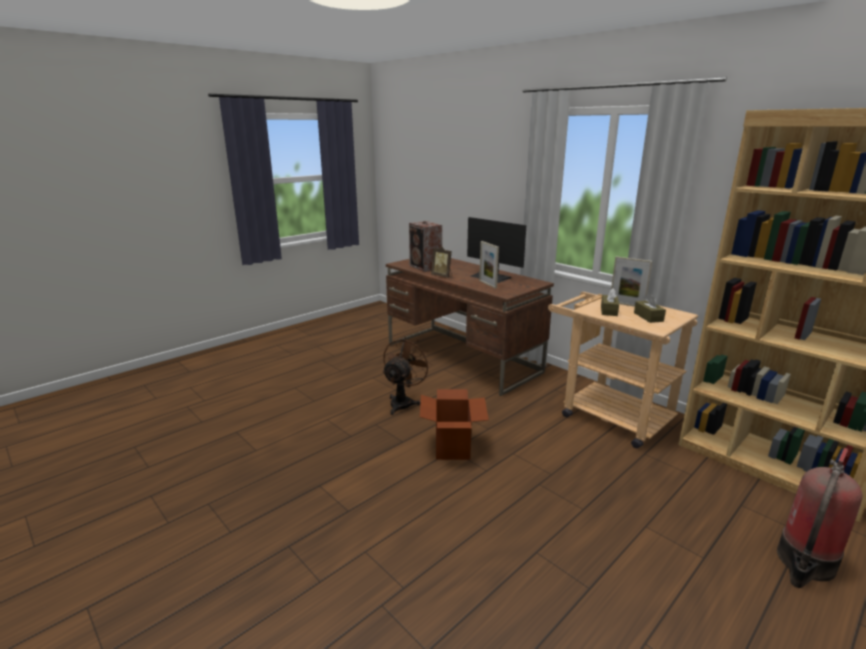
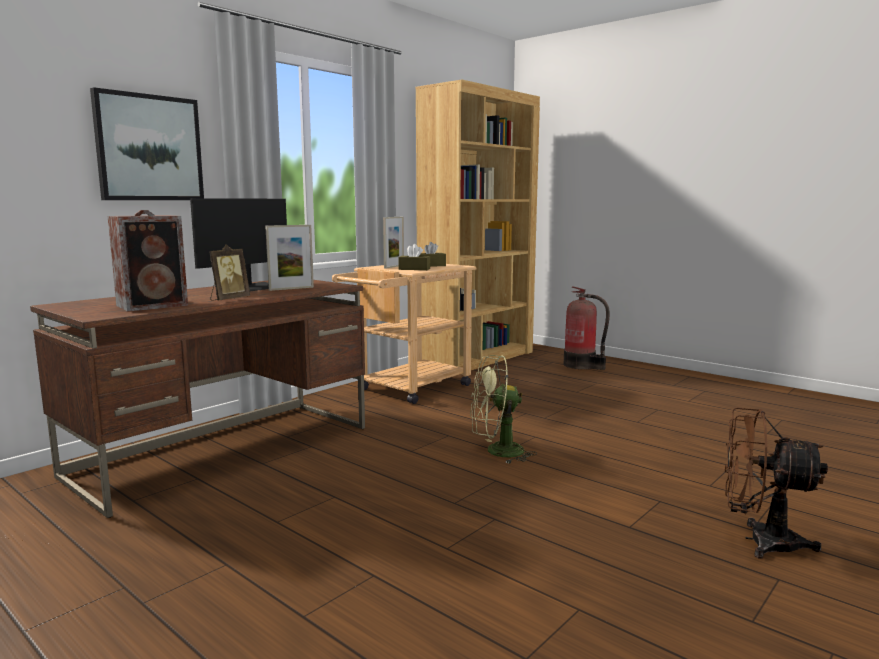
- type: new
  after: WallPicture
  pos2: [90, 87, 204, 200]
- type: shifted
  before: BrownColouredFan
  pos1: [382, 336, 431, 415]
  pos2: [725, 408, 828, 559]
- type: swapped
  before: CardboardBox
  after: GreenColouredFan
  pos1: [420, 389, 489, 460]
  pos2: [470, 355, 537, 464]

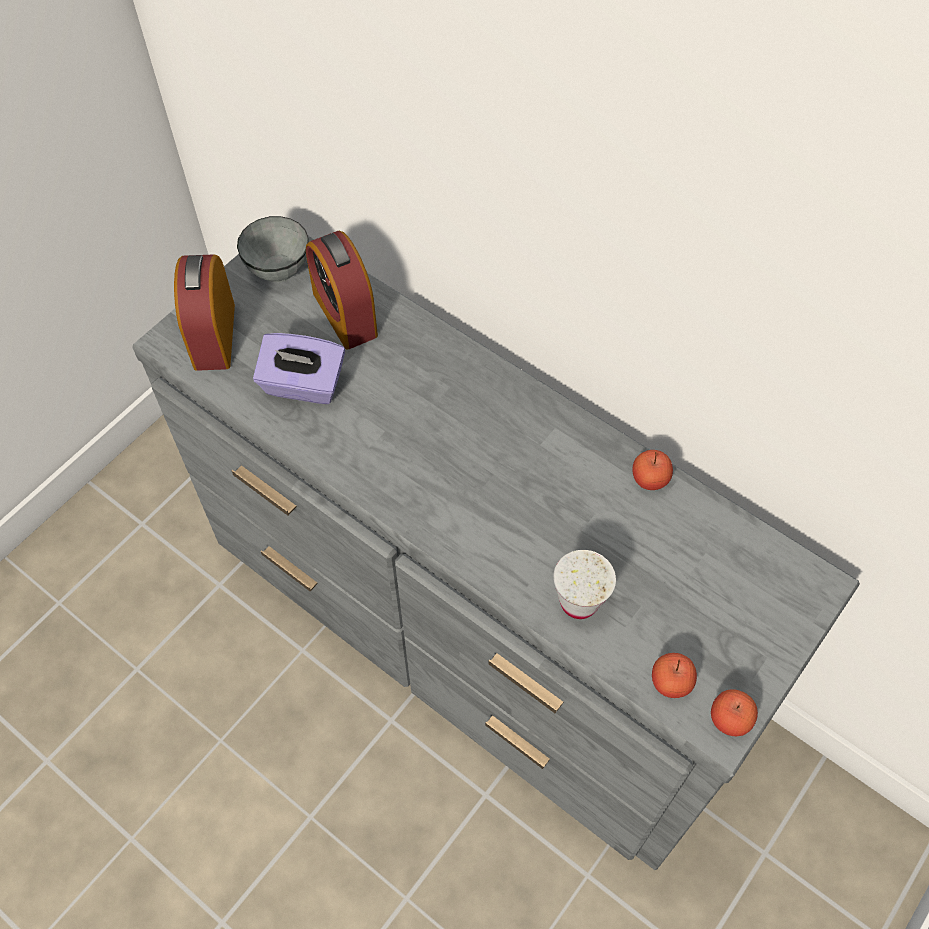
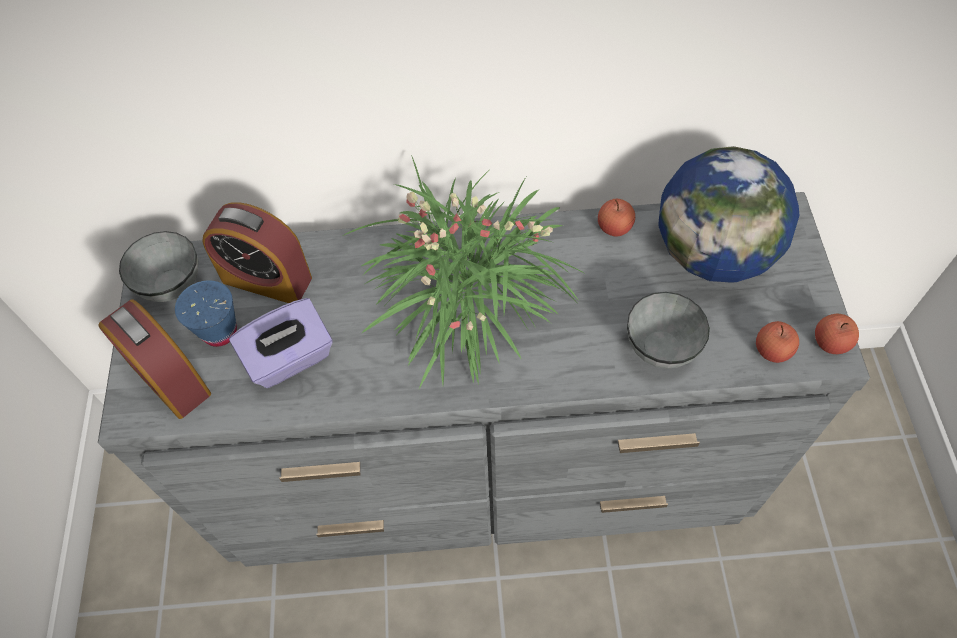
- type: new
  after: BlueCup
  pos2: [175, 280, 237, 347]
- type: new
  after: PottedPlant
  pos2: [343, 155, 584, 389]
- type: new
  after: Globe
  pos2: [658, 146, 800, 283]
- type: swapped
  before: WhitishCup
  after: GreyDeepDish
  pos1: [553, 550, 616, 619]
  pos2: [627, 292, 710, 369]

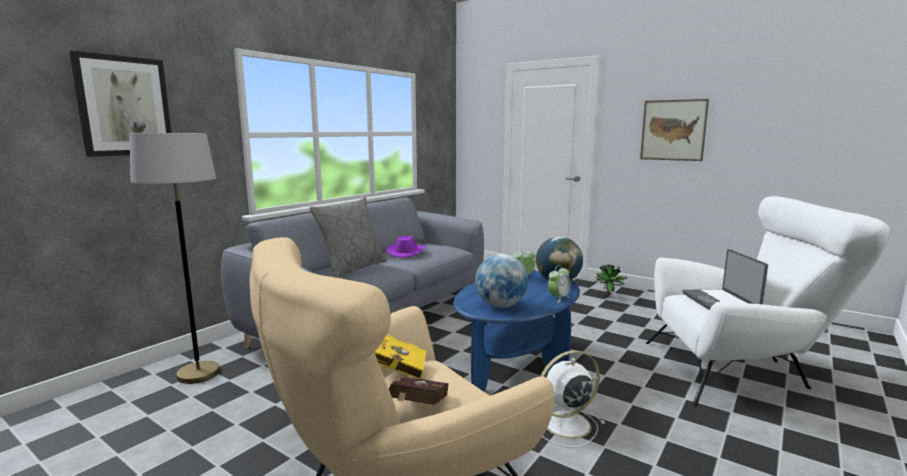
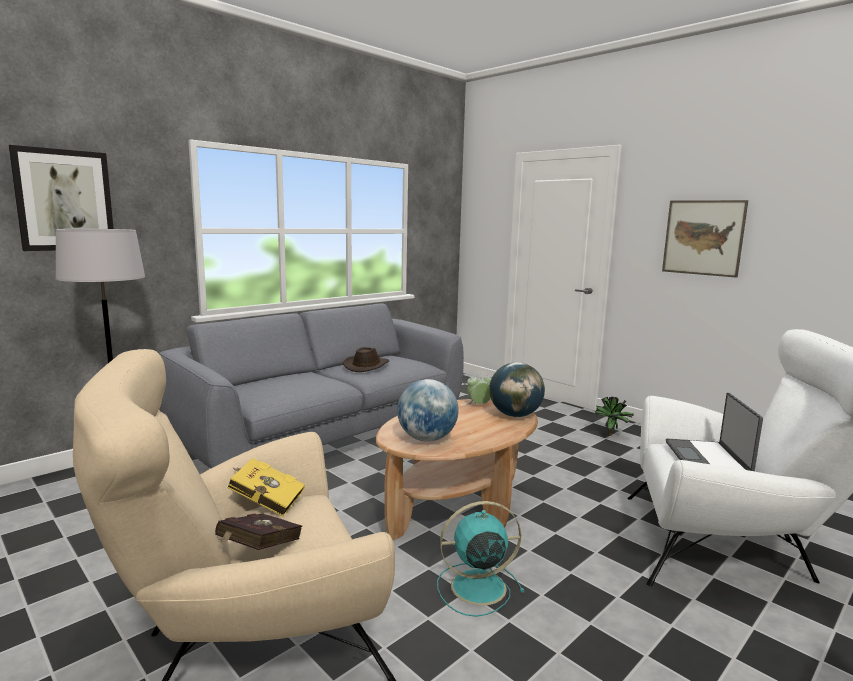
- type: gone
  before: GreyPillow
  pos1: [309, 197, 387, 278]
- type: gone
  before: BedsideClock
  pos1: [548, 265, 570, 303]
- type: repainted
  before: PurpleClothingHat
  after: BrownColouredClothingHat
  pos1: [386, 236, 426, 258]
  pos2: [343, 347, 390, 372]
- type: repainted
  before: BlueLoungeTable
  after: BrownColouredLoungeTable
  pos1: [453, 271, 580, 391]
  pos2: [375, 399, 538, 541]
- type: repainted
  before: WhitishFan
  after: BlueGreenFan
  pos1: [540, 350, 606, 448]
  pos2: [437, 501, 524, 617]

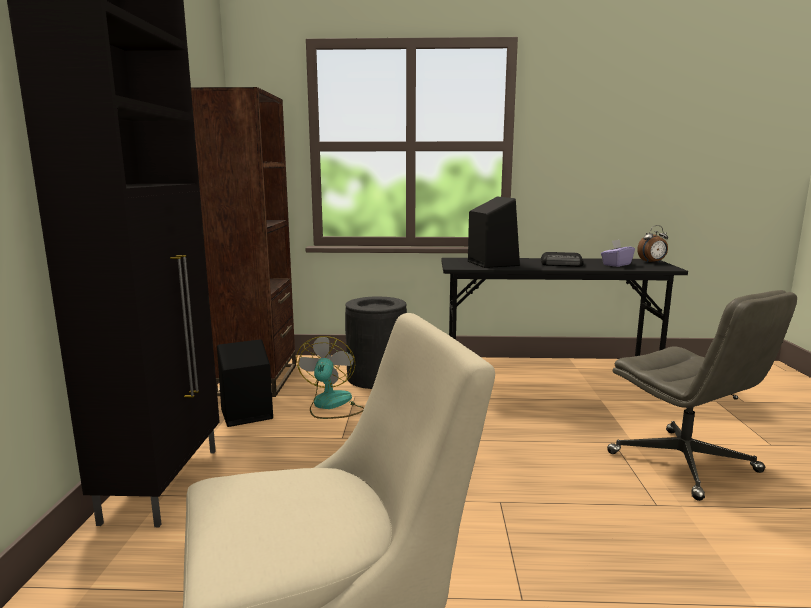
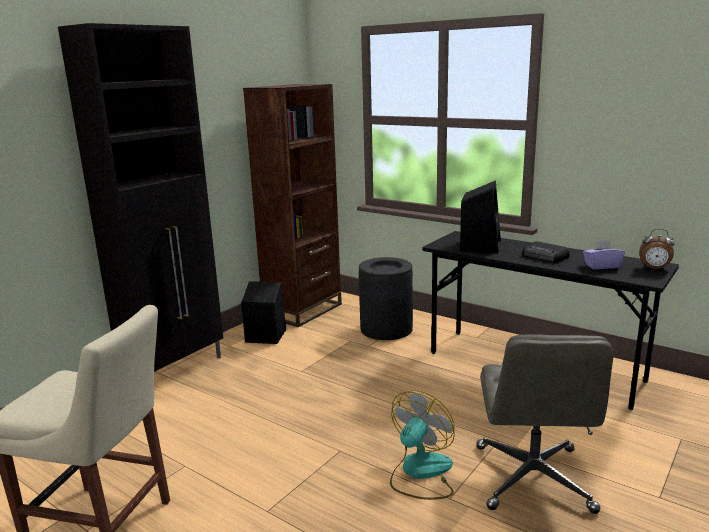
- type: shifted
  before: Fan
  pos1: [296, 336, 364, 419]
  pos2: [390, 390, 455, 500]

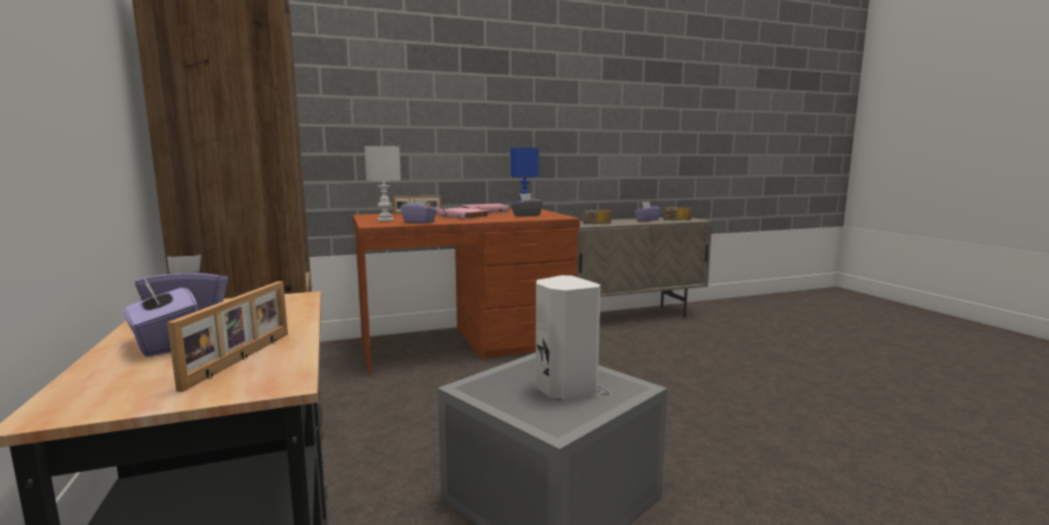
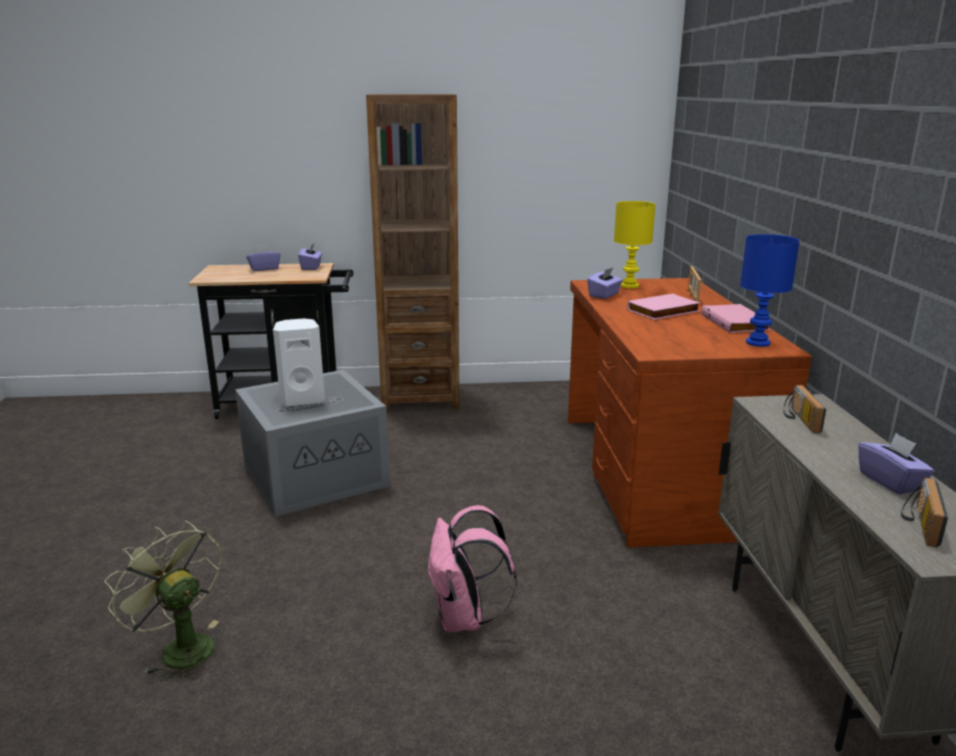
- type: gone
  before: StandingFrame
  pos1: [167, 281, 288, 392]
- type: gone
  before: GreyBoxOfTissues
  pos1: [511, 193, 543, 217]
- type: new
  after: GreenColouredFan
  pos2: [104, 521, 221, 681]
- type: new
  after: PinkishKnapsack
  pos2: [427, 505, 517, 632]
- type: repainted
  before: WhitishTableLamp
  after: YellowTableLamp
  pos1: [364, 146, 401, 221]
  pos2: [614, 201, 656, 288]

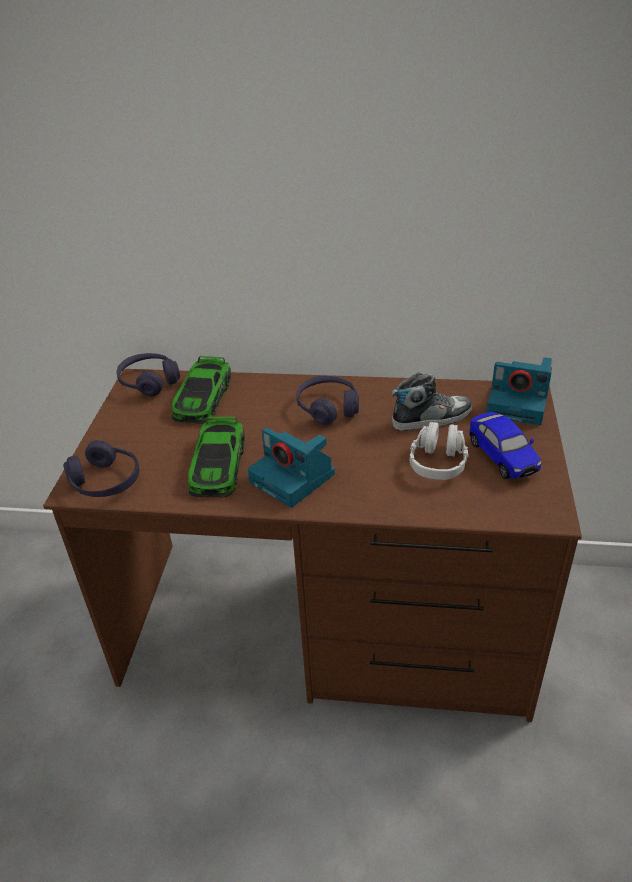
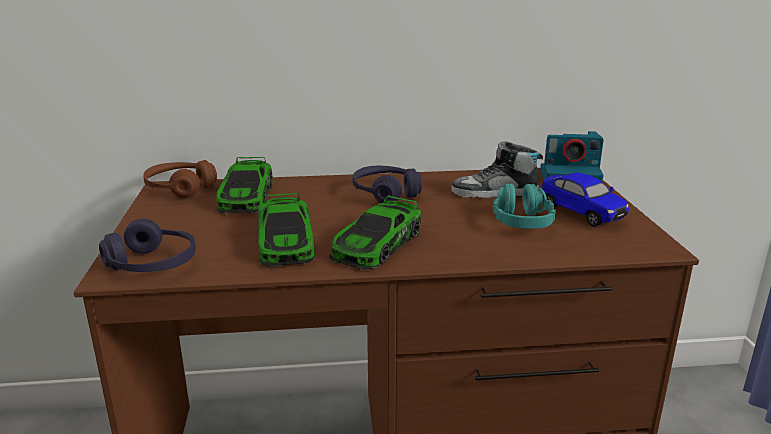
- type: swapped
  before: PhotoCamera
  after: ModelCar
  pos1: [248, 427, 335, 508]
  pos2: [329, 195, 422, 269]
- type: repainted
  before: PurpleHeadphones
  after: BrownColouredHeadphones
  pos1: [117, 353, 180, 396]
  pos2: [143, 160, 217, 198]
- type: repainted
  before: GreyHeadphones
  after: BlueGreenHeadphones
  pos1: [410, 422, 469, 480]
  pos2: [492, 184, 556, 229]
- type: rotated
  before: ItemOfFootwear
  pos1: [391, 372, 472, 431]
  pos2: [451, 141, 543, 198]
  turn: -150

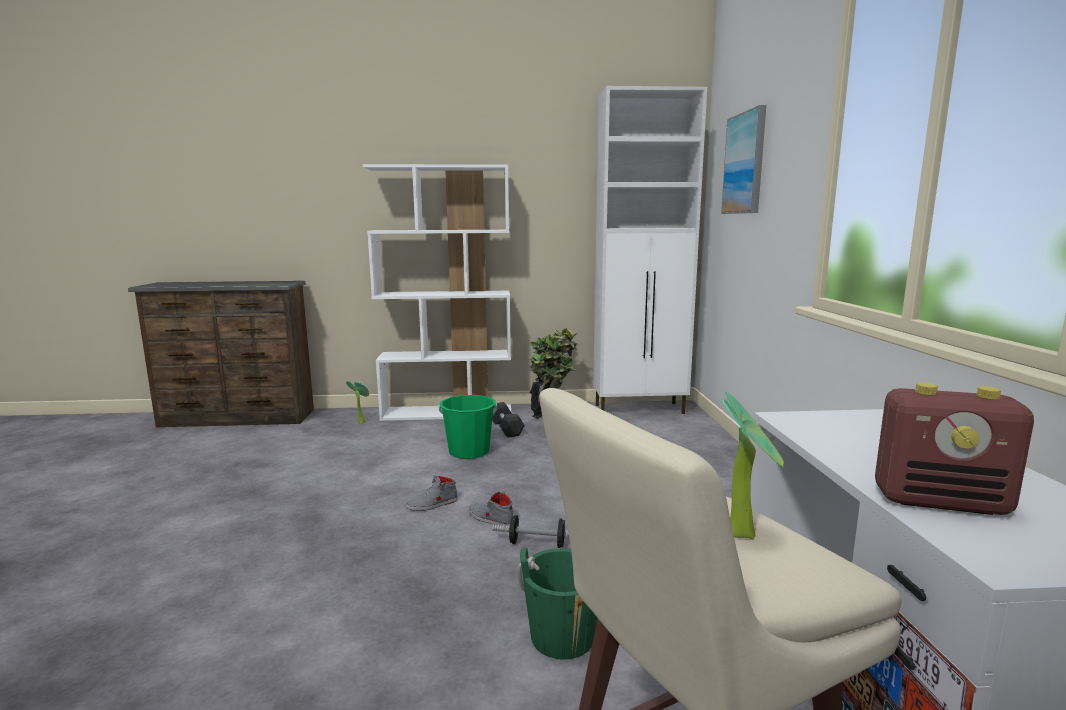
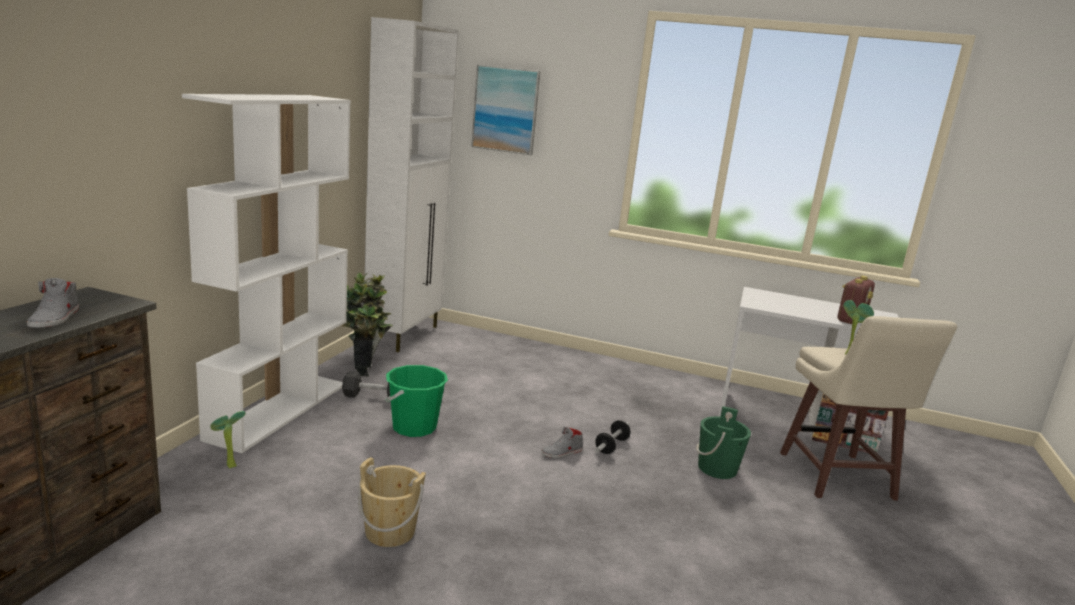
- type: new
  after: BeigeWaterBucket
  pos2: [358, 457, 426, 547]
- type: shifted
  before: GreyItemOfFootwear
  pos1: [406, 475, 458, 511]
  pos2: [27, 278, 79, 328]

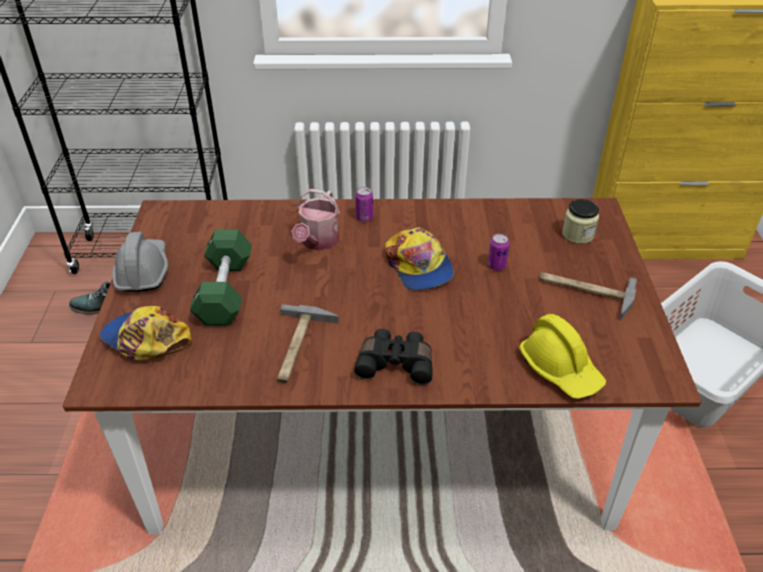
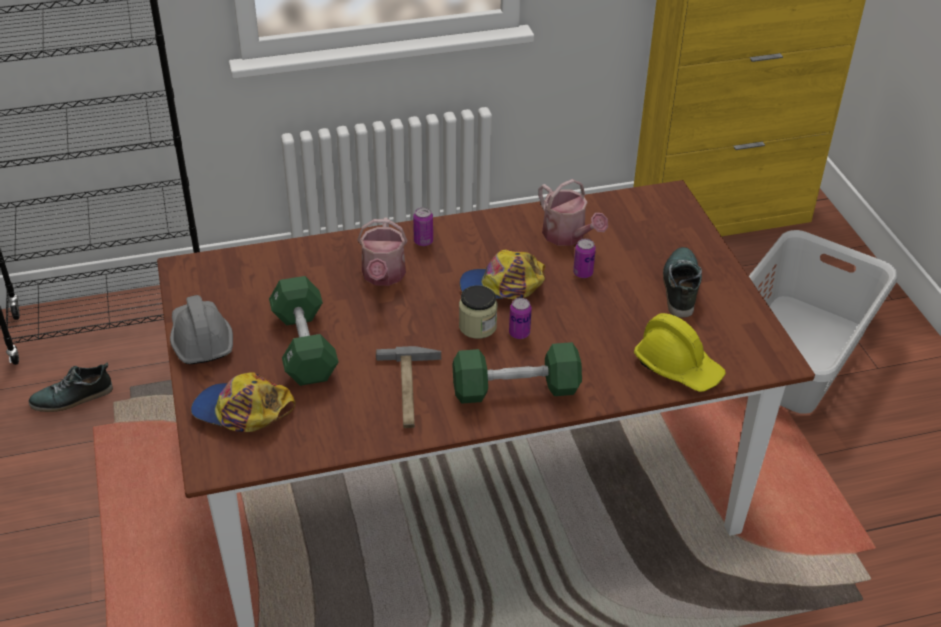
- type: new
  after: Can
  pos2: [509, 298, 532, 339]
- type: new
  after: WateringCan
  pos2: [538, 179, 608, 246]
- type: shifted
  before: Jar
  pos1: [562, 199, 599, 244]
  pos2: [459, 285, 498, 339]
- type: swapped
  before: BlackColouredPairOfBinoculars
  after: GreenColouredDumbbell
  pos1: [354, 329, 433, 385]
  pos2: [452, 342, 582, 404]
- type: swapped
  before: HandHammer
  after: ItemOfFootwear
  pos1: [539, 272, 637, 321]
  pos2: [663, 247, 702, 318]
- type: rotated
  before: Cap
  pos1: [385, 227, 454, 290]
  pos2: [460, 249, 545, 299]
  turn: 120

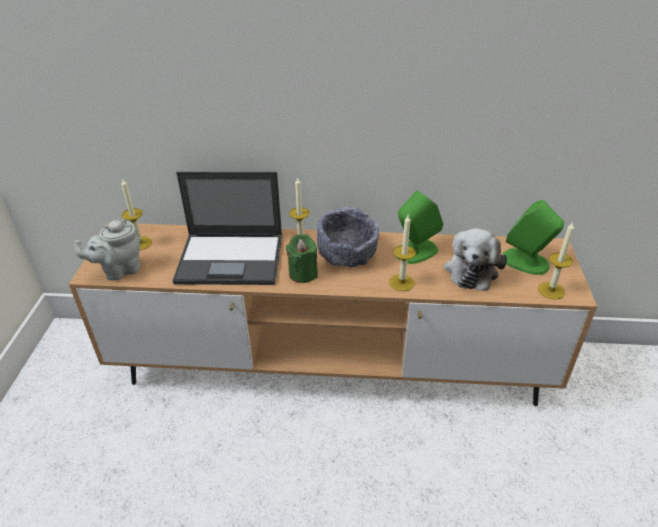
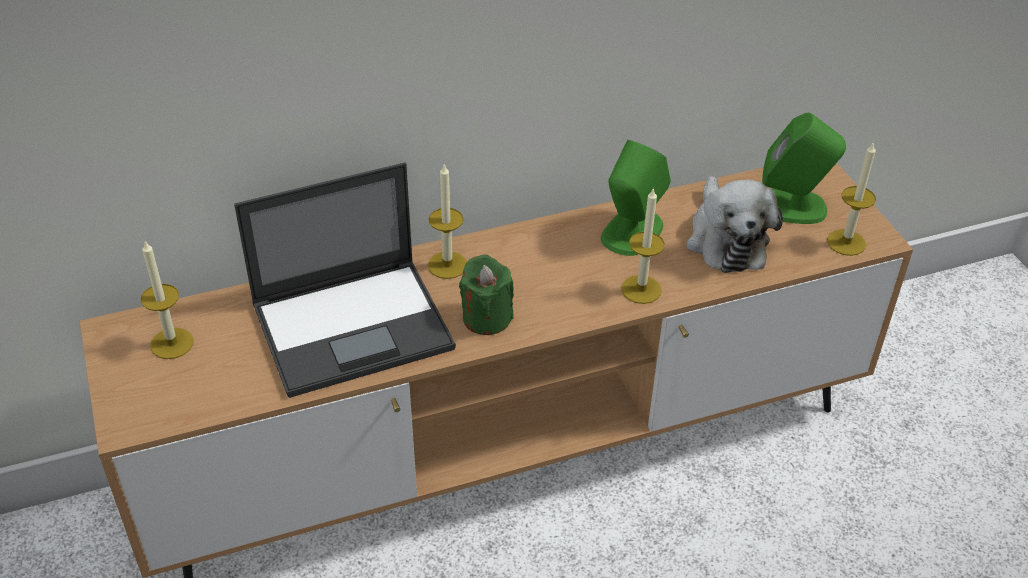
- type: gone
  before: GreyTeapot
  pos1: [74, 219, 141, 280]
- type: gone
  before: GreyDeepDish
  pos1: [317, 207, 379, 268]

